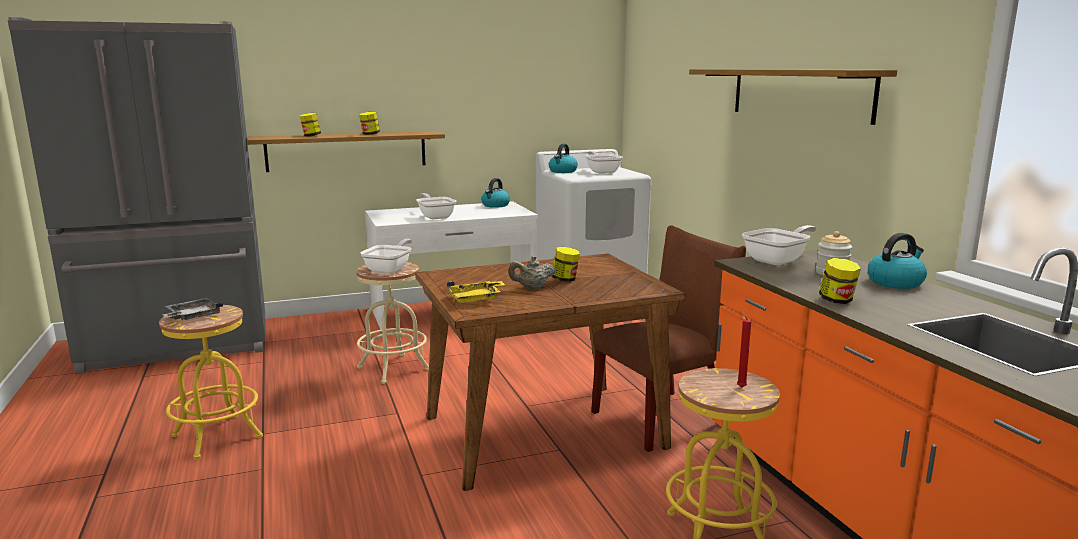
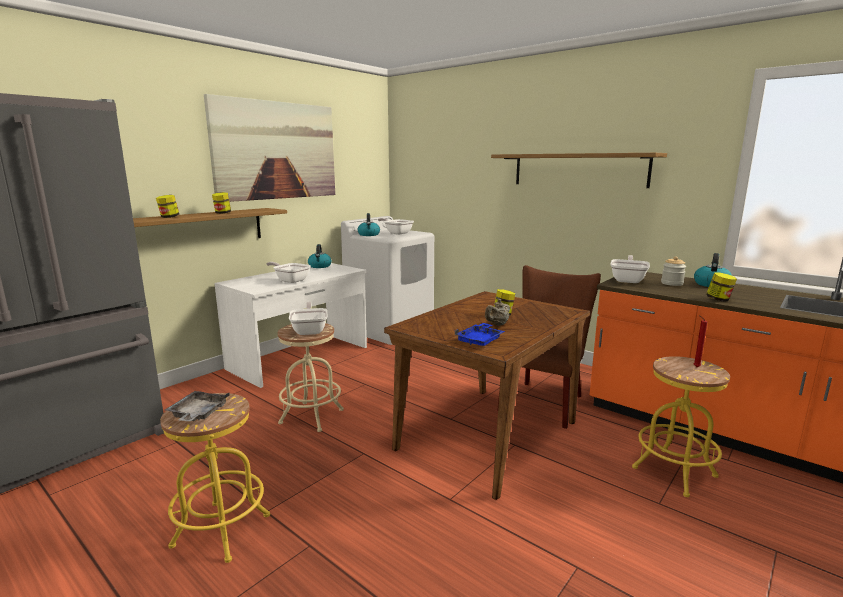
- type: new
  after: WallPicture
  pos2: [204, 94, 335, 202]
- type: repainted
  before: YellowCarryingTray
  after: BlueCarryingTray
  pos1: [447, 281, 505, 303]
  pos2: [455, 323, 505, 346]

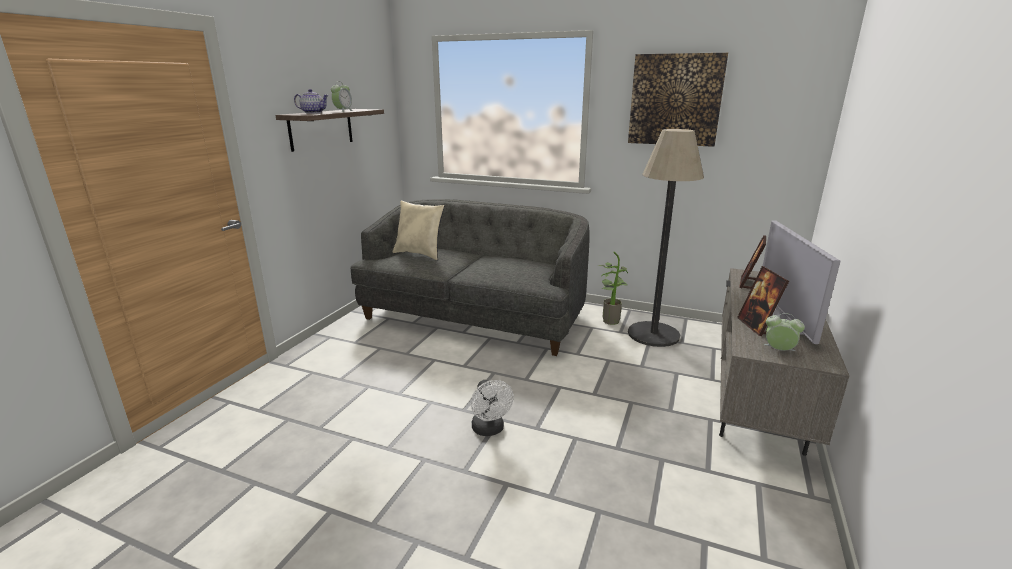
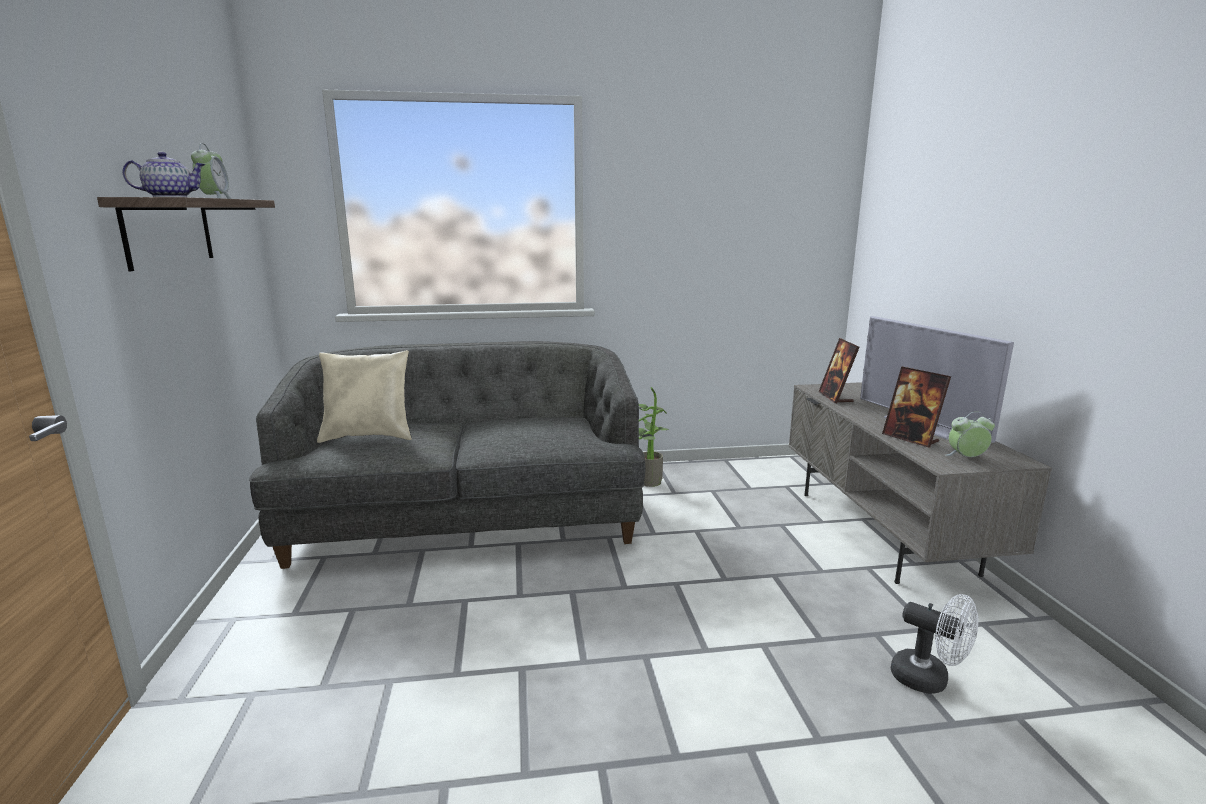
- type: gone
  before: WallPicture
  pos1: [628, 53, 728, 147]
- type: gone
  before: StandingLamp
  pos1: [628, 129, 704, 347]
- type: shifted
  before: WhitishFan
  pos1: [471, 380, 514, 436]
  pos2: [891, 594, 978, 694]

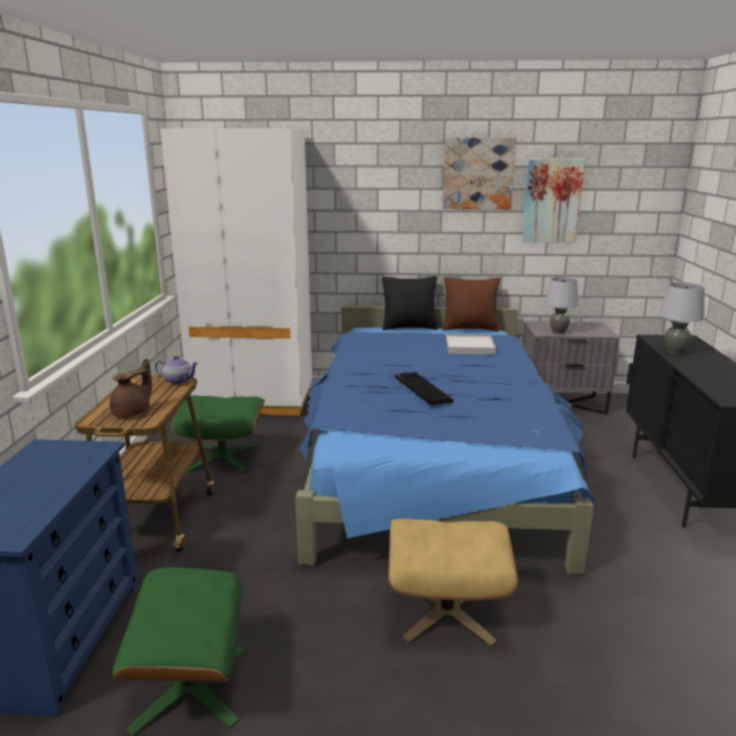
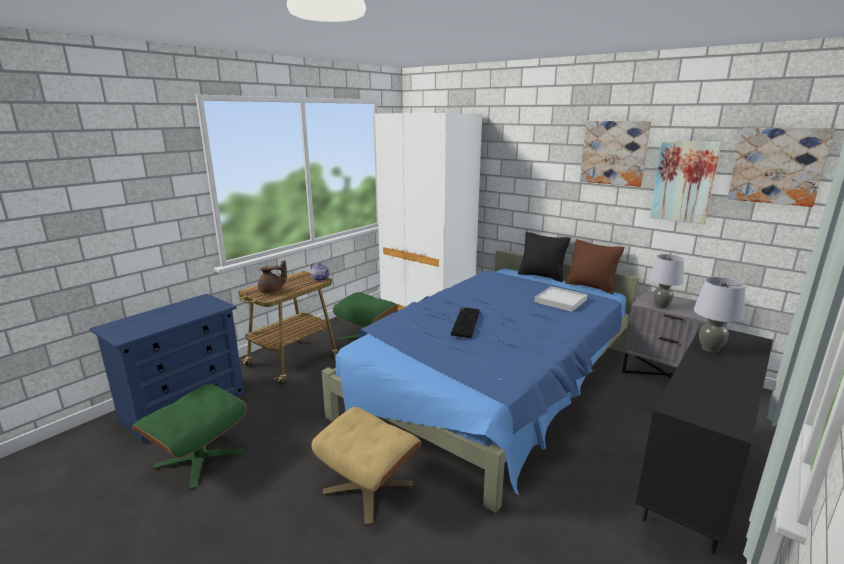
- type: new
  after: WallPicture
  pos2: [727, 128, 834, 207]

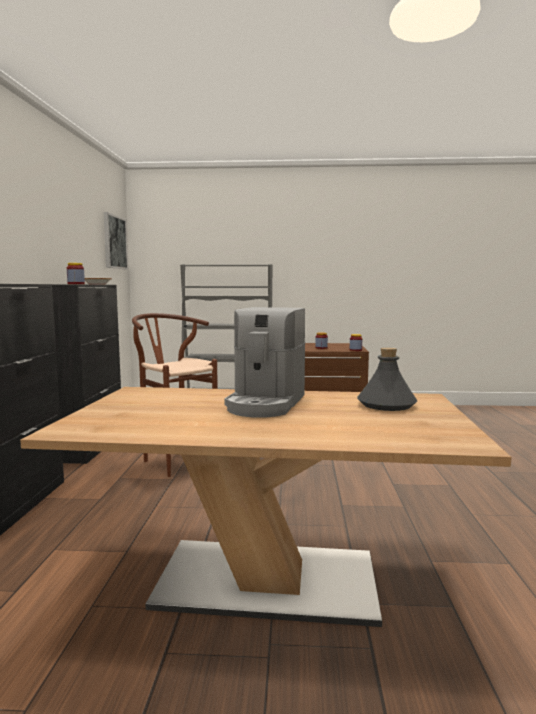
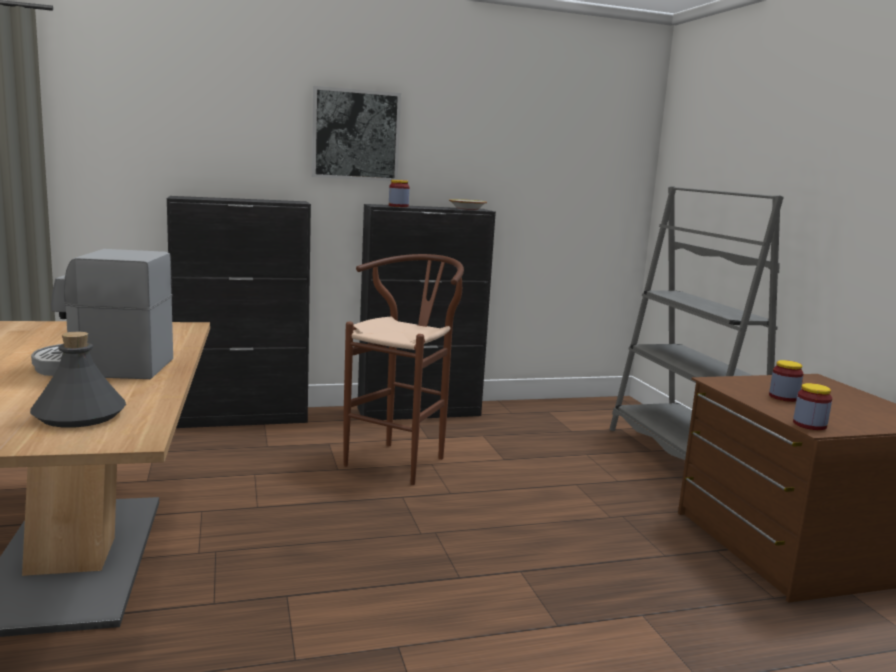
- type: shifted
  before: WallPicture
  pos1: [104, 212, 128, 269]
  pos2: [312, 86, 401, 181]

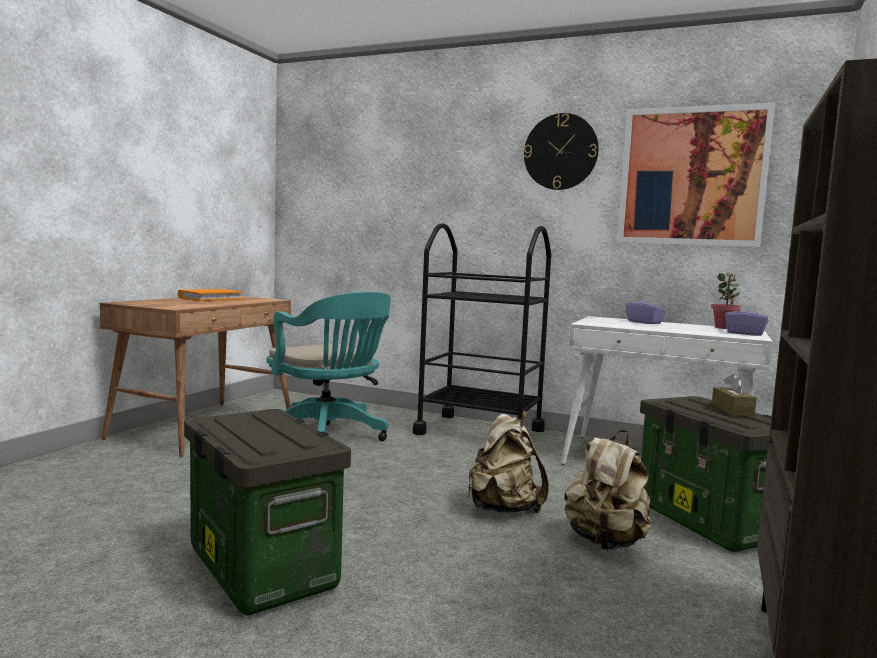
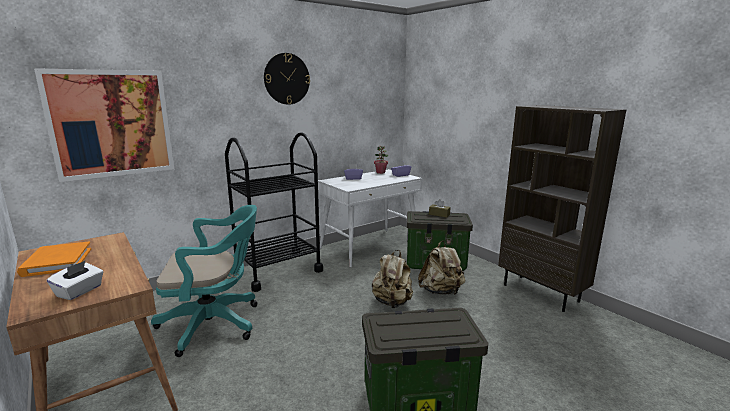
- type: new
  after: WhitishBoxOfTissues
  pos2: [47, 261, 103, 300]
- type: shifted
  before: WallPicture
  pos1: [617, 103, 775, 247]
  pos2: [34, 68, 174, 182]

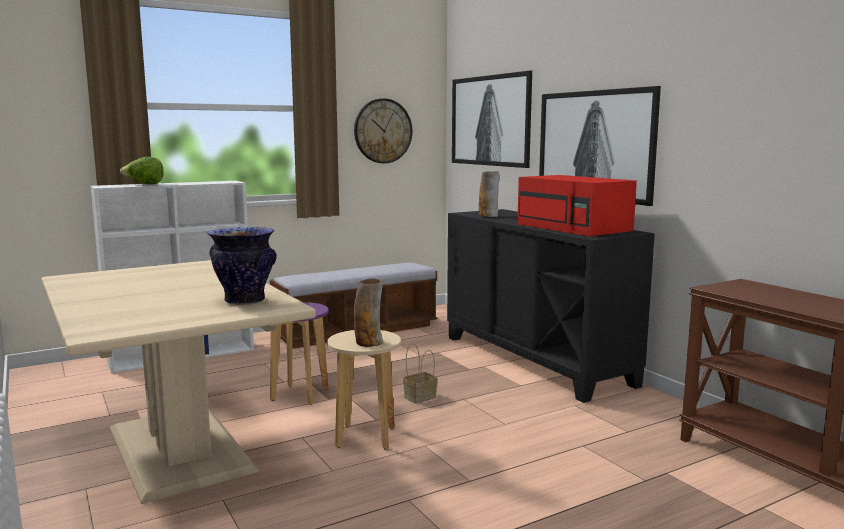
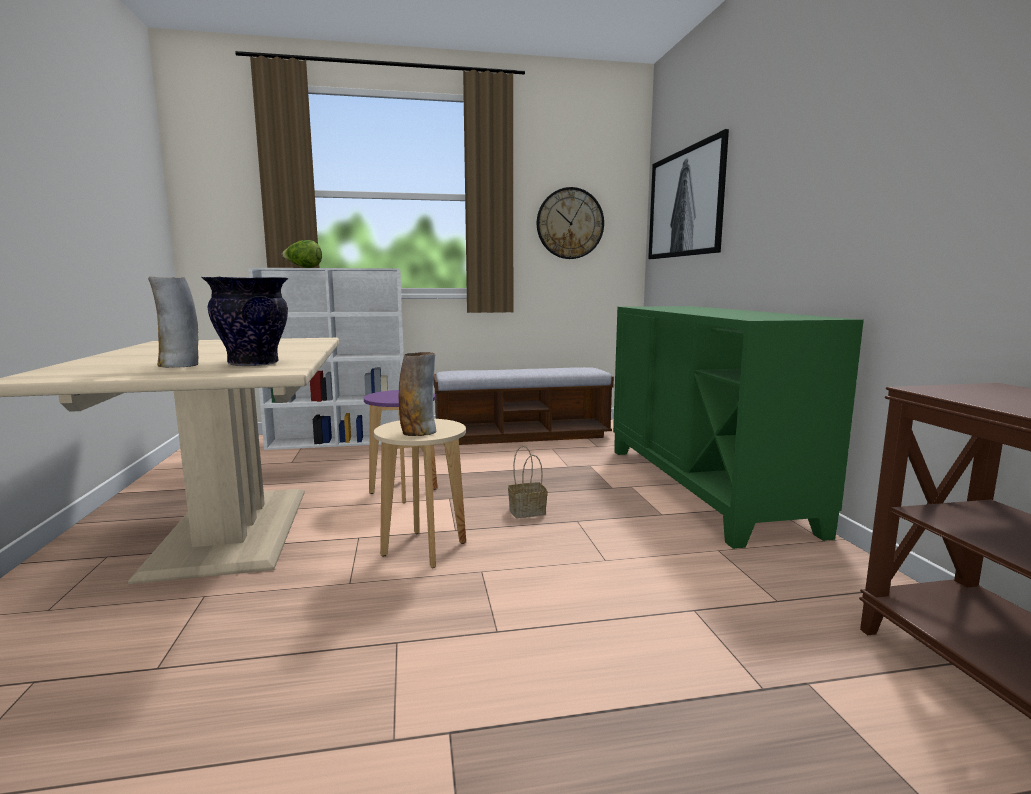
- type: gone
  before: ReddishKitchenMicrowave
  pos1: [517, 175, 637, 237]
- type: gone
  before: WallPicture
  pos1: [539, 86, 661, 206]
- type: shifted
  before: FlowerVase
  pos1: [479, 171, 499, 217]
  pos2: [148, 277, 198, 368]
- type: repainted
  before: BlackColouredCabinet
  after: GreenColouredCabinet
  pos1: [447, 209, 655, 403]
  pos2: [613, 306, 864, 549]

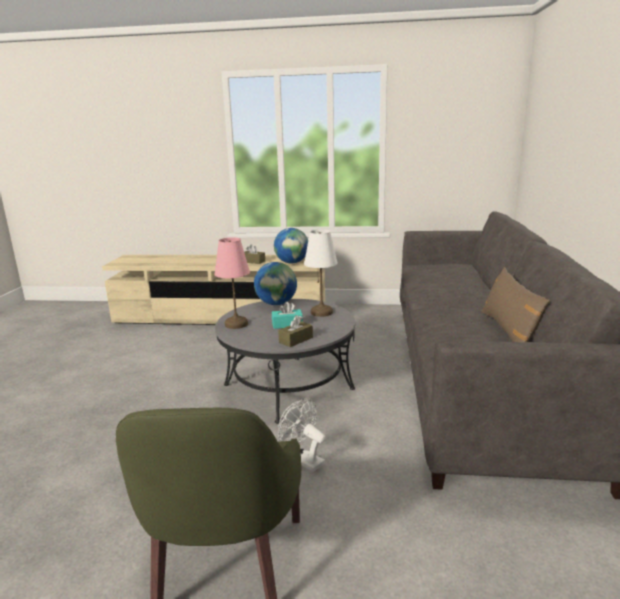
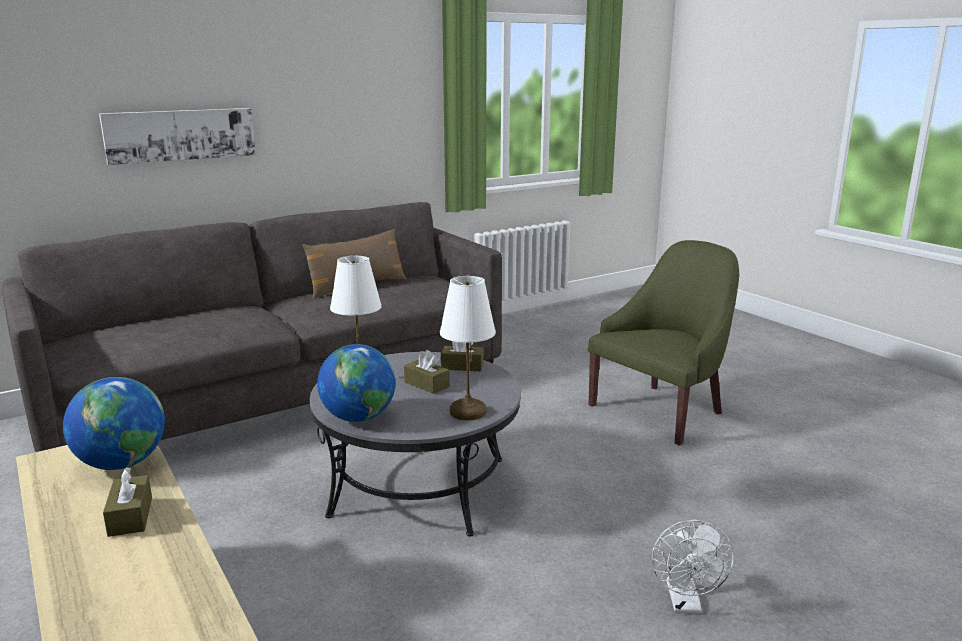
- type: new
  after: WallPicture
  pos2: [99, 108, 256, 165]
- type: shifted
  before: WhitishFan
  pos1: [279, 398, 326, 472]
  pos2: [652, 520, 734, 613]
- type: repainted
  before: PinkishTableLamp
  after: WhitishTableLamp
  pos1: [214, 237, 250, 329]
  pos2: [440, 276, 496, 420]
- type: repainted
  before: BlueGreenBoxOfTissues
  after: BrownColouredBoxOfTissues
  pos1: [272, 302, 303, 329]
  pos2: [404, 350, 450, 394]

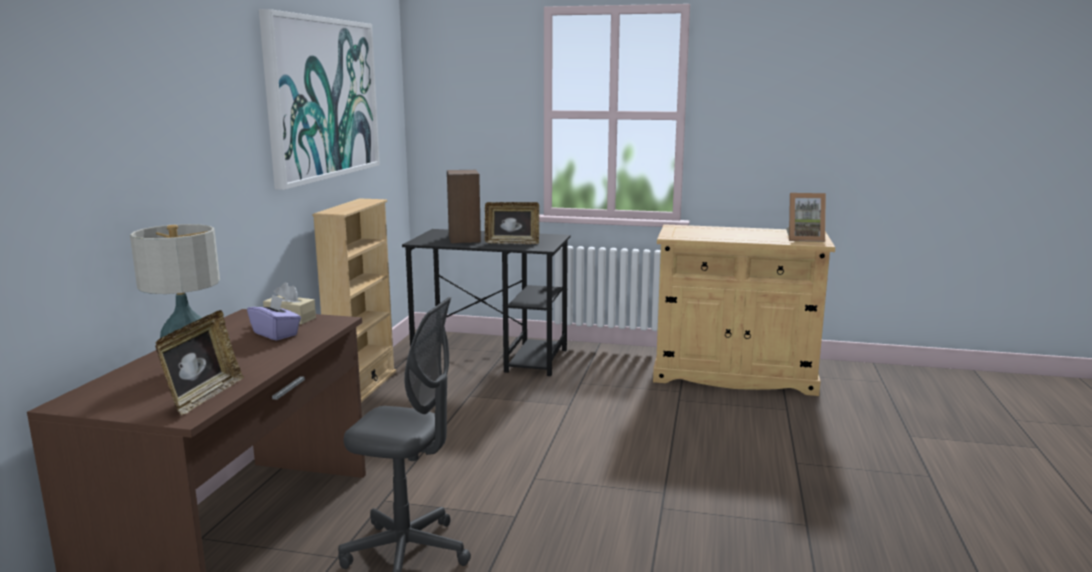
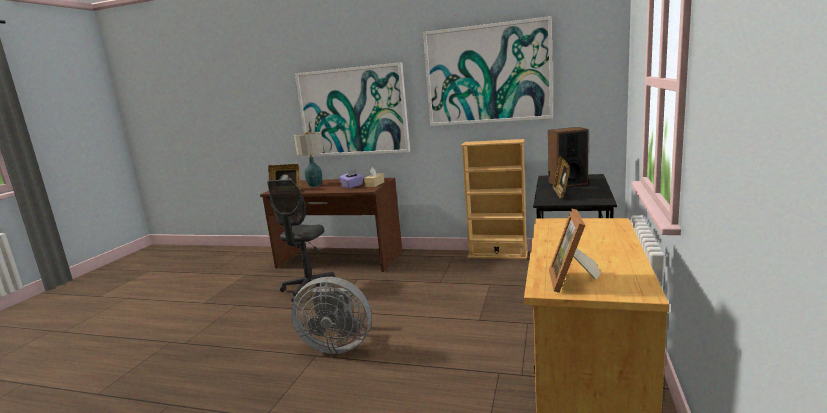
- type: new
  after: GreyFan
  pos2: [291, 277, 372, 354]
- type: new
  after: WallPicture
  pos2: [295, 62, 410, 157]

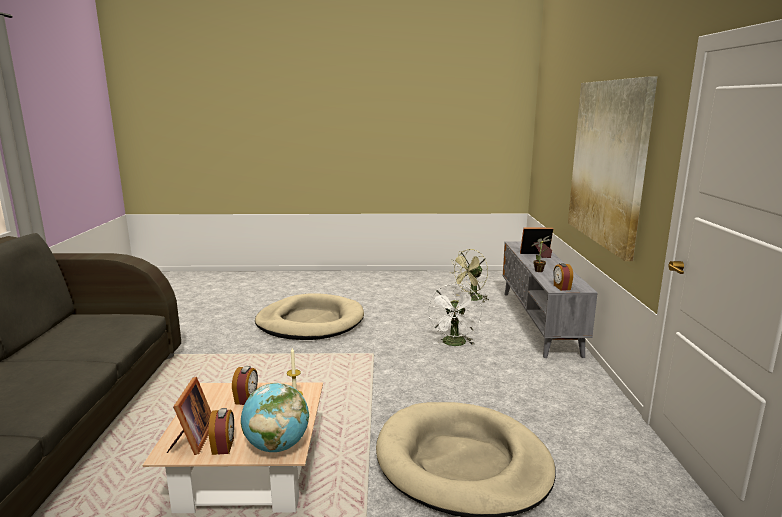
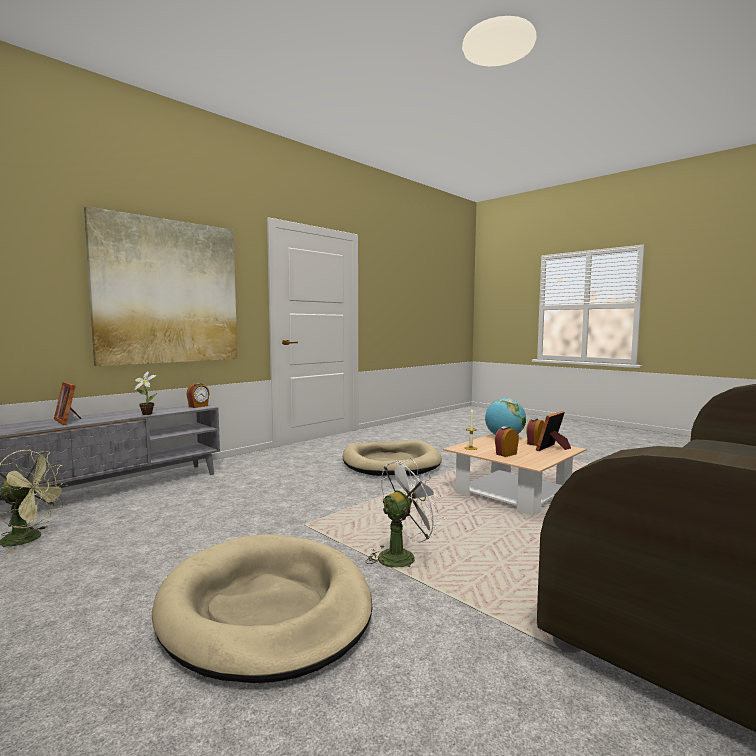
- type: shifted
  before: WhitishFan
  pos1: [428, 284, 482, 346]
  pos2: [366, 459, 445, 568]

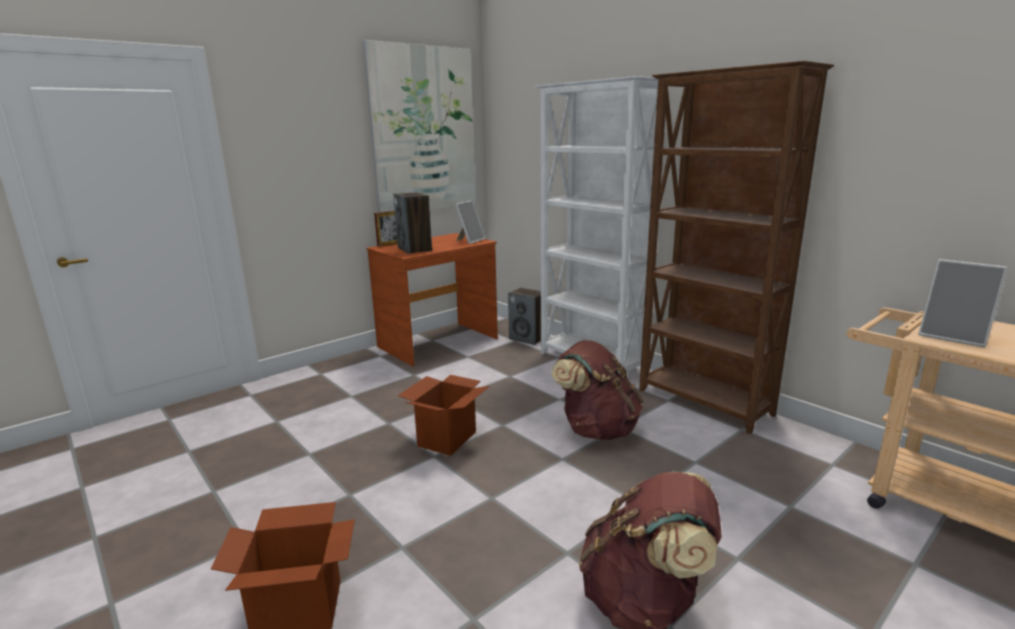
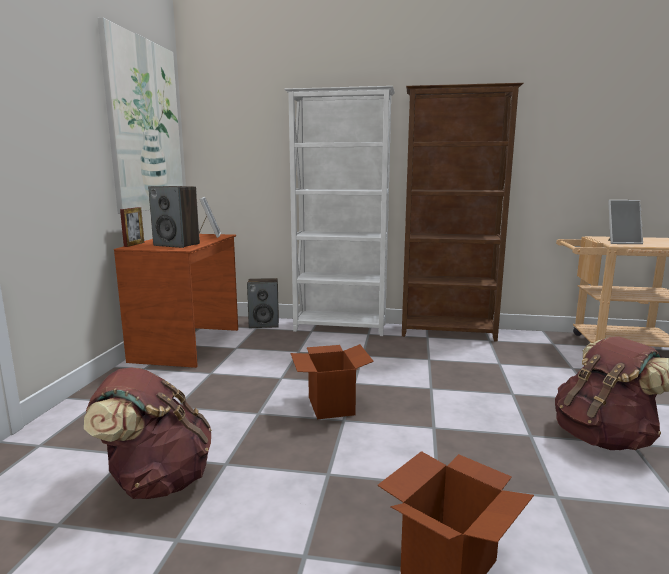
- type: shifted
  before: BrownColouredKnapsack
  pos1: [551, 340, 643, 440]
  pos2: [84, 367, 212, 499]

